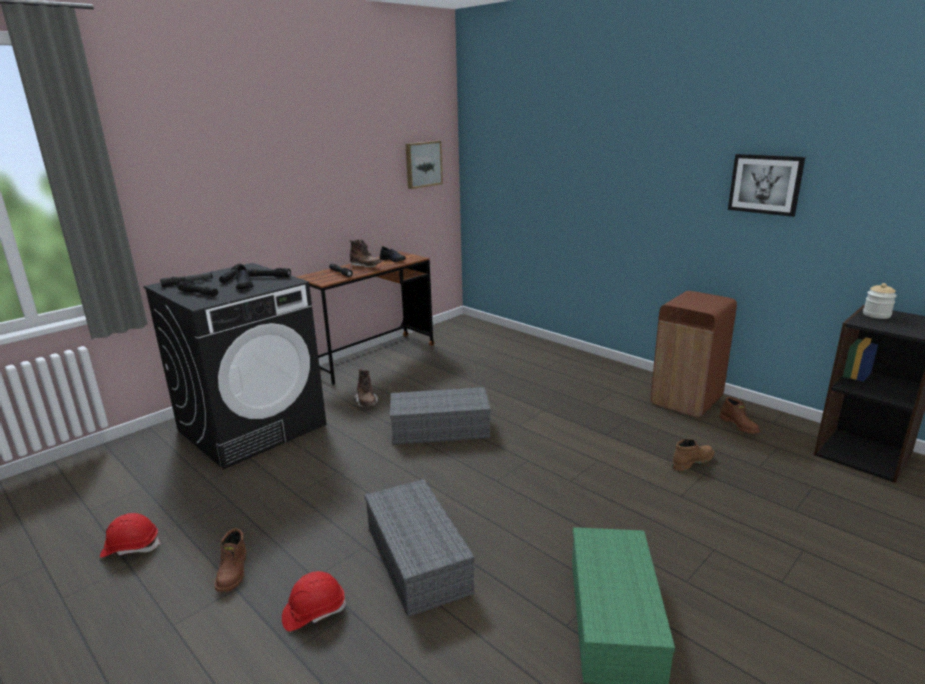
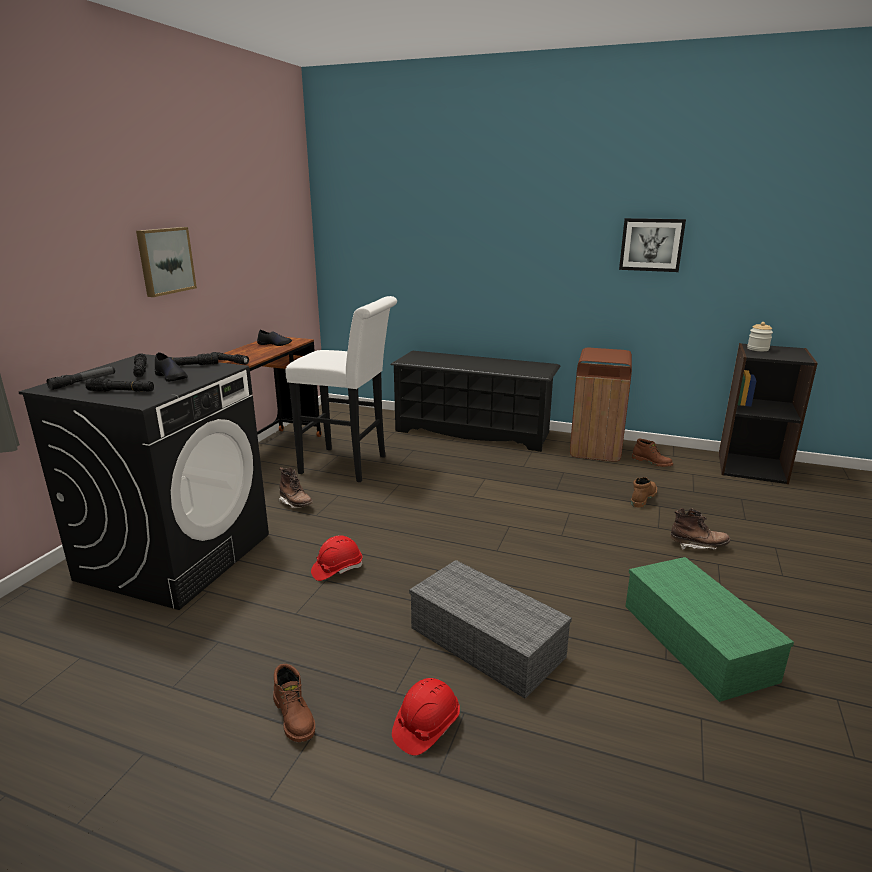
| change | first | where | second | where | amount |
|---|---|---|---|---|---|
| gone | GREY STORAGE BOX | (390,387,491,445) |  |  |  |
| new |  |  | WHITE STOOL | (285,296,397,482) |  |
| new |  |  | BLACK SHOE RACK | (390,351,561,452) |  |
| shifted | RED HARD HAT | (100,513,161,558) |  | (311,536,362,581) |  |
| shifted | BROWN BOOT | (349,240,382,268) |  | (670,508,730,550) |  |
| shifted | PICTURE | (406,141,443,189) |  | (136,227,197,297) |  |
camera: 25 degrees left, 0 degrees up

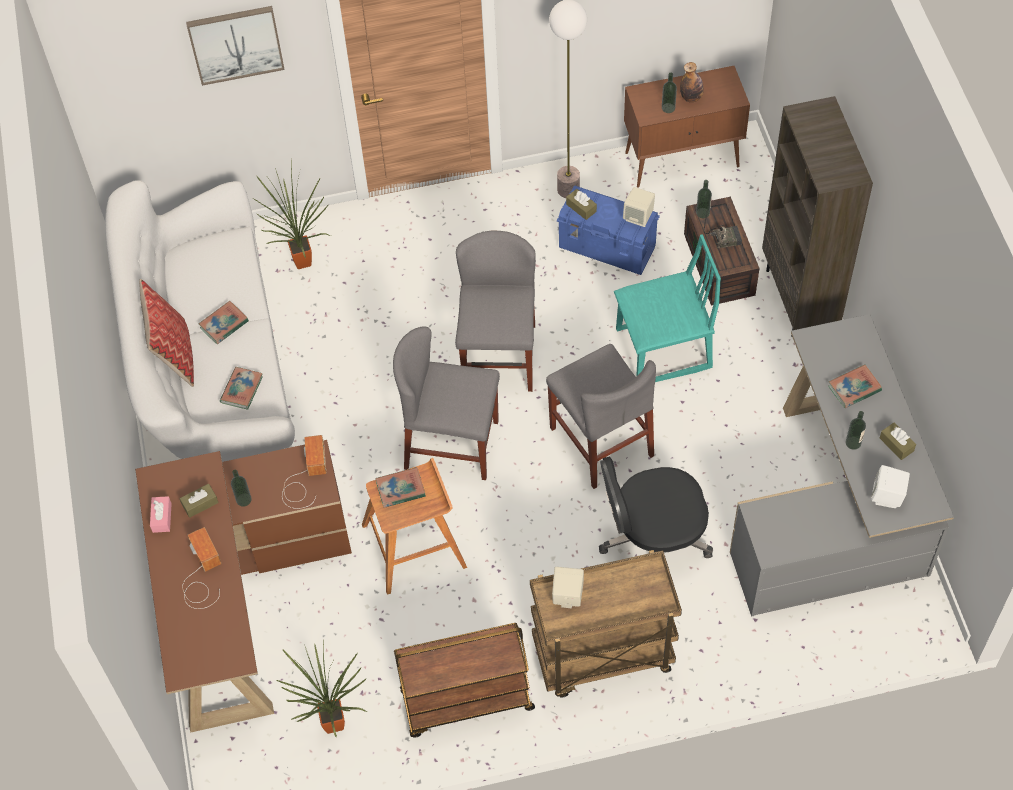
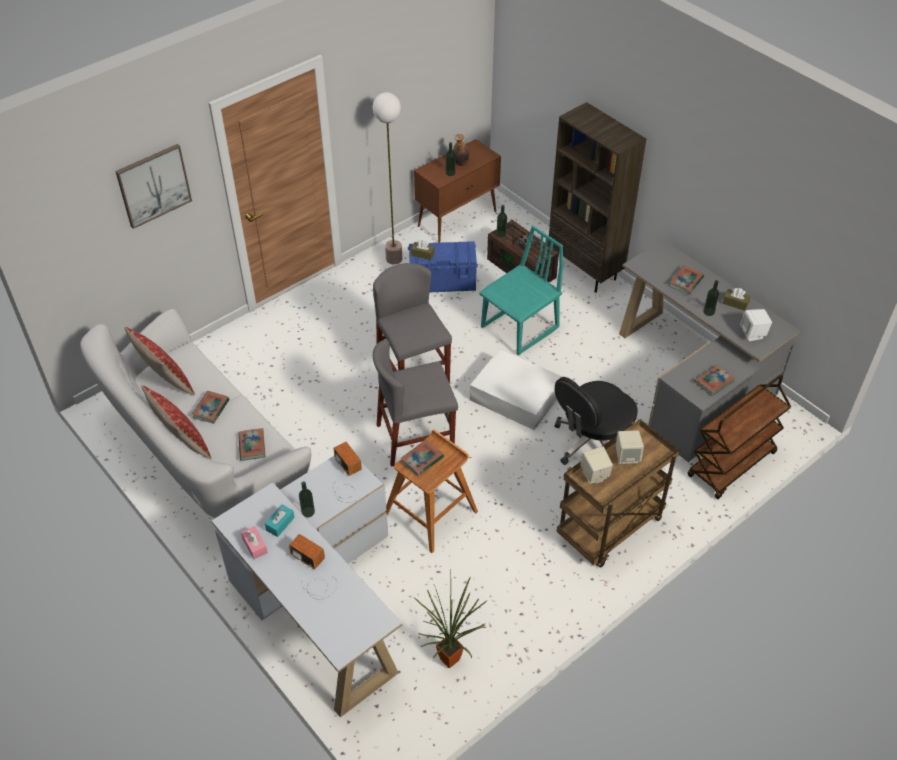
| change | first | where | second | where | amount |
|---|---|---|---|---|---|
| gone | POTTED PLANT | (253,158,331,269) |  |  |  |
| new |  |  | PILLOW | (125,327,195,395) |  |
| new |  |  | BOOK | (694,365,735,396) |  |
| shifted | BROWN CART | (394,623,535,737) |  | (687,375,791,499) |  |
| shifted | BEIGE SPEAKER | (623,187,655,227) |  | (616,430,644,464) |  |
| swapped | GREY CHAIR | (546,344,656,489) | WHITE STORAGE BOX | (470,349,563,430) |  |
| repainted | BROWN DESK | (135,440,352,733) | WHITE DESK | (211,456,402,717) |  |
| repainted | BROWN TISSUE BOX | (180,483,219,518) | TURQUOISE TISSUE BOX | (265,504,295,537) |  |
camera: 30 degrees left, 10 degrees down

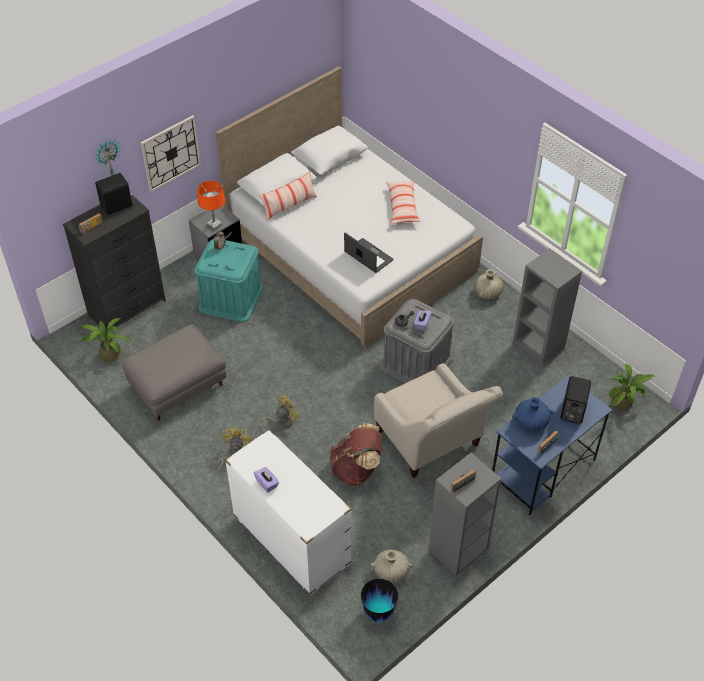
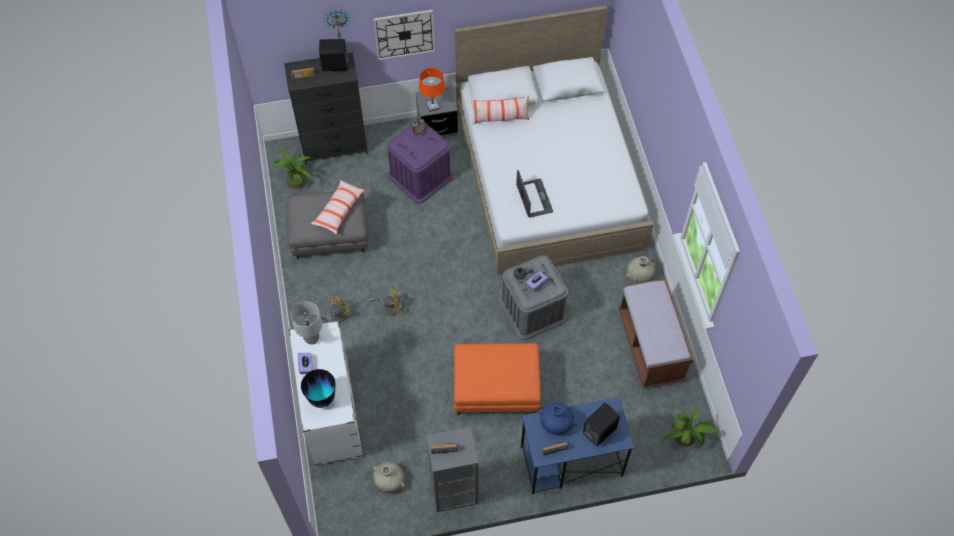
| change | first | where | second | where | amount |
|---|---|---|---|---|---|
| gone | BROWN BACKPACK | (330,423,382,486) |  |  |  |
| new |  |  | GREY TABLE LAMP | (291,301,322,345) |  |
| shifted | VASE | (361,579,398,622) |  | (301,369,336,408) |  |
| shifted | PILLOW | (386,181,421,224) |  | (311,180,366,234) |  |
| swapped | BEIGE ARMCHAIR | (374,363,503,478) | ORANGE OTTOMAN | (454,343,541,415) |  |
| swapped | GREY BOOKCASE | (513,249,582,365) | BROWN BENCH | (618,278,693,388) |  |
| repainted | TURQUOISE STORAGE BOX | (195,239,263,322) | PURPLE STORAGE BOX | (387,121,453,203) |  |
camera: 30 degrees right, 10 degrees up

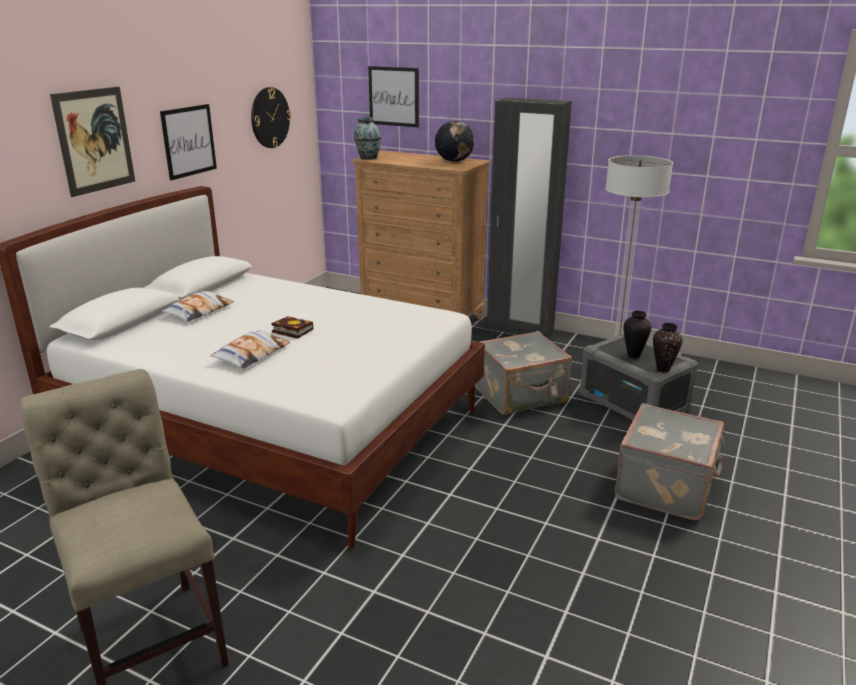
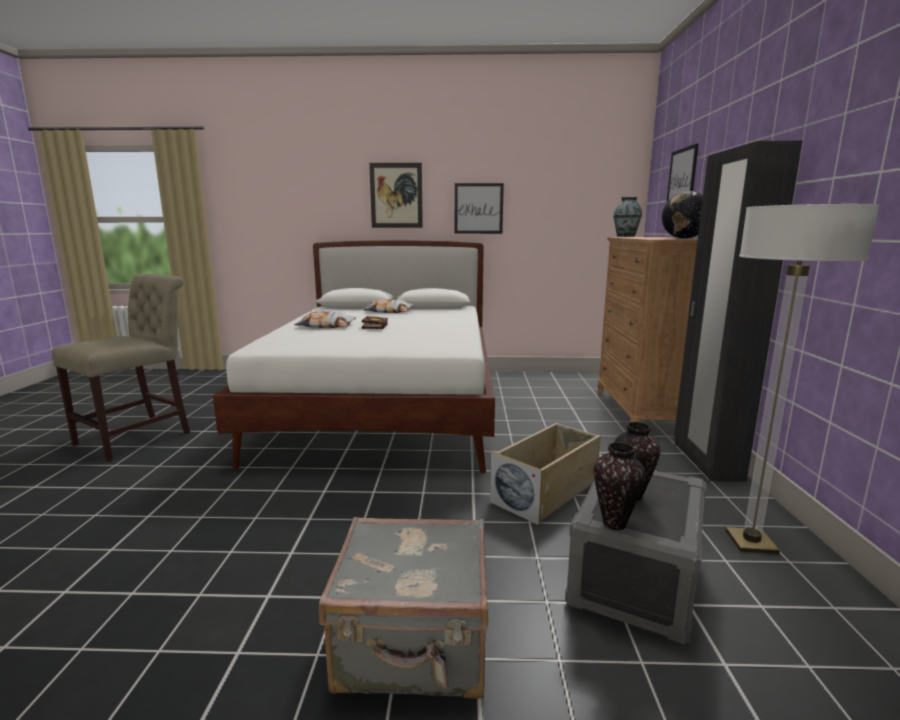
| change | first | where | second | where | amount |
|---|---|---|---|---|---|
| gone | WALL CLOCK | (251,87,291,148) |  |  |  |
| swapped | GREY SUITCASE | (475,331,572,415) | BEIGE STORAGE BOX | (490,423,601,525) |  |
camera: 65 degrees right, 10 degrees down

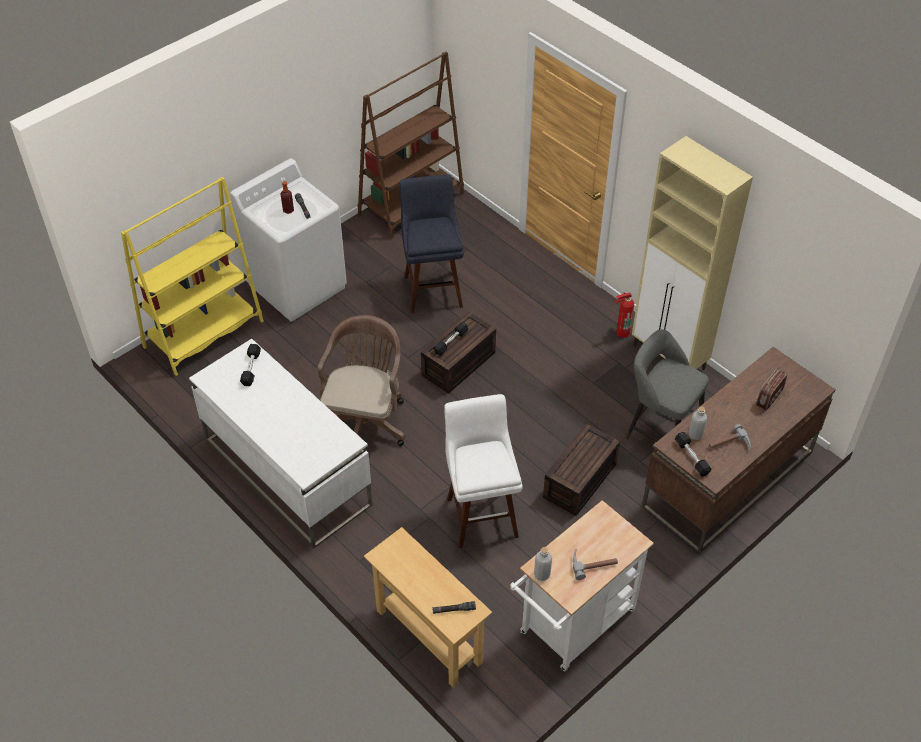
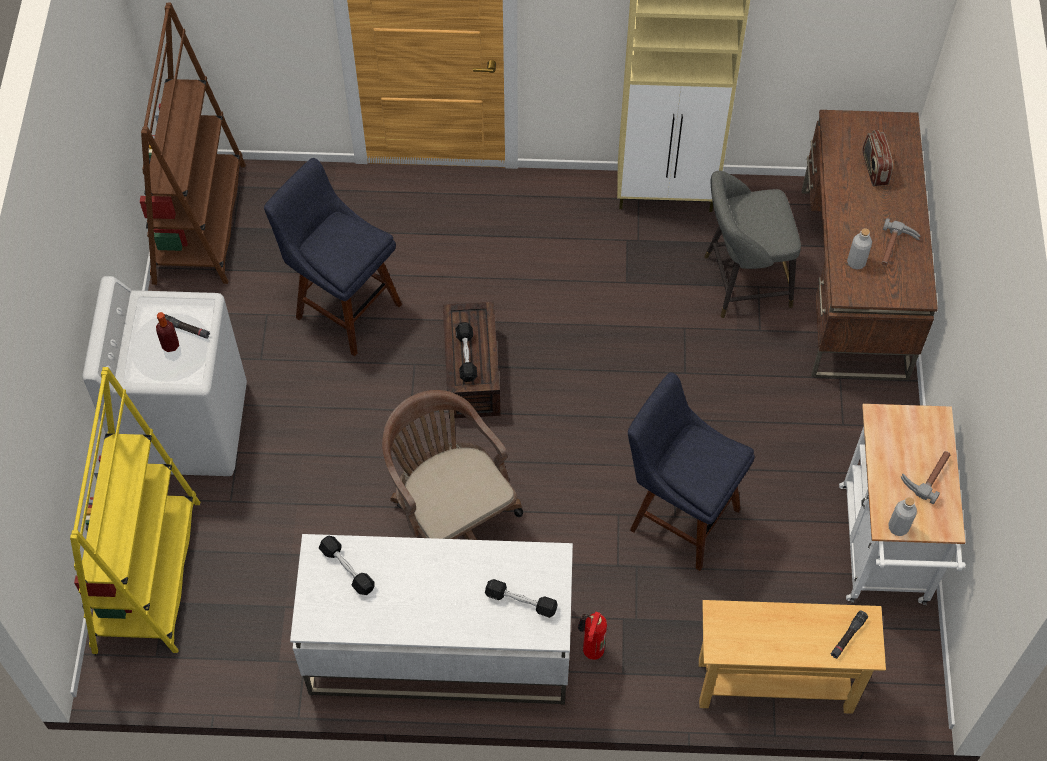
| change | first | where | second | where | amount |
|---|---|---|---|---|---|
| gone | BROWN STORAGE BOX | (543,424,620,516) |  |  |  |
| shifted | FIRE EXTINGUISHER | (615,292,634,338) |  | (578,612,607,660) |  |
| shifted | BLACK DUMBBELL | (675,432,712,477) |  | (485,579,558,618) |  |
| repainted | WHITE STOOL | (444,394,522,548) | BLUE STOOL | (628,372,755,571) |  |
camera: 45 degrees left, 10 degrees up

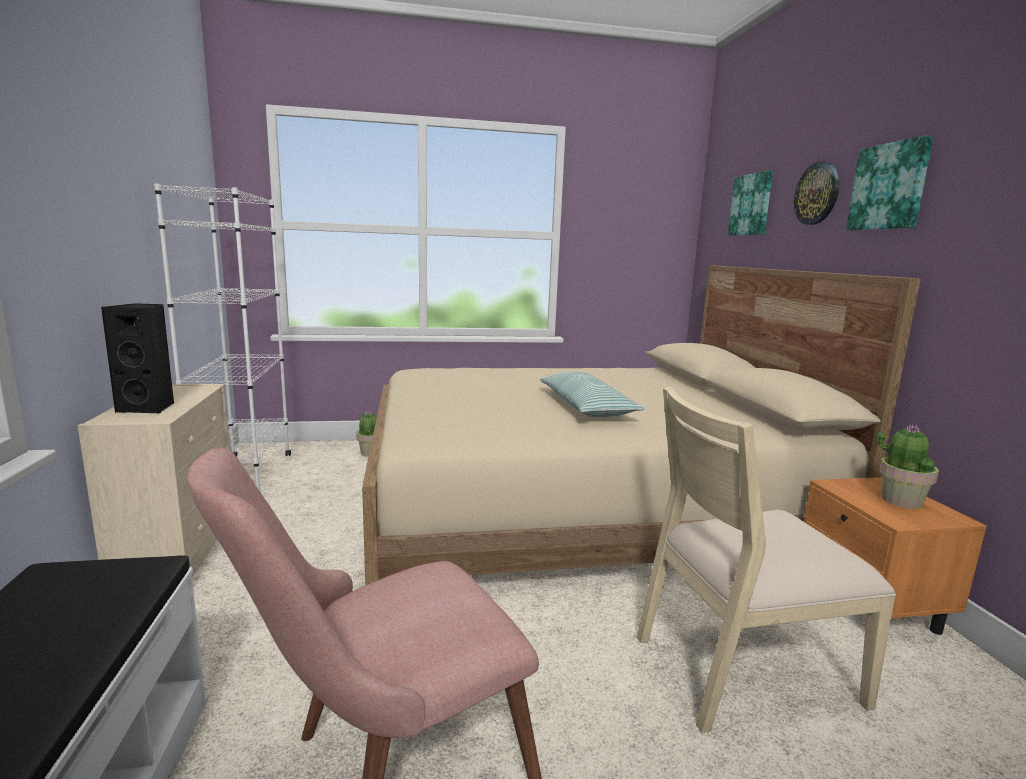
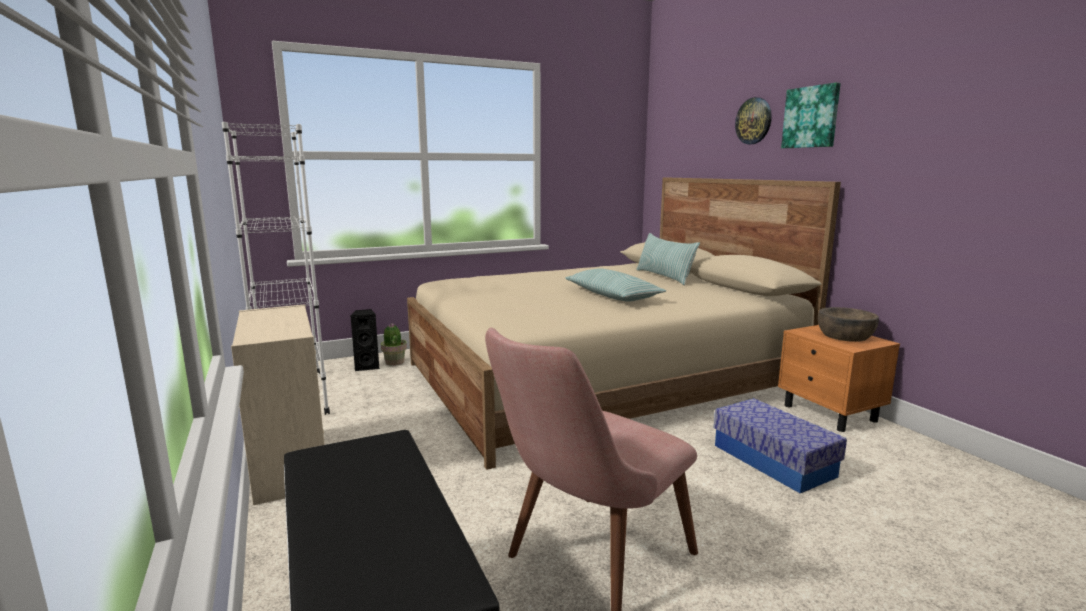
| change | first | where | second | where | amount |
|---|---|---|---|---|---|
| gone | PICTURE | (728,170,773,235) |  |  |  |
| new |  |  | PILLOW | (636,233,700,285) |  |
| shifted | BLACK SPEAKER | (100,303,175,414) |  | (350,309,380,371) |  |
| swapped | BEIGE CHAIR | (637,386,896,733) | STORAGE BOX | (714,398,847,493) |  |
| swapped | POTTED PLANT | (876,424,939,509) | BROWN BOWL | (818,307,879,342) |  |
camera: 15 degrees left, 0 degrees up

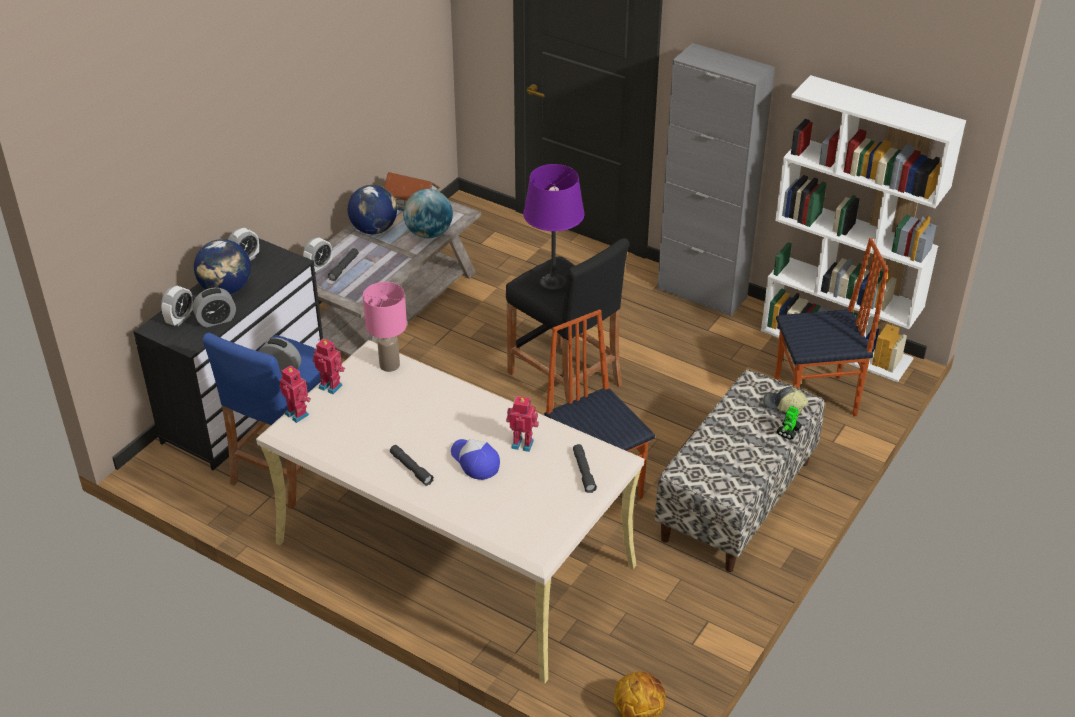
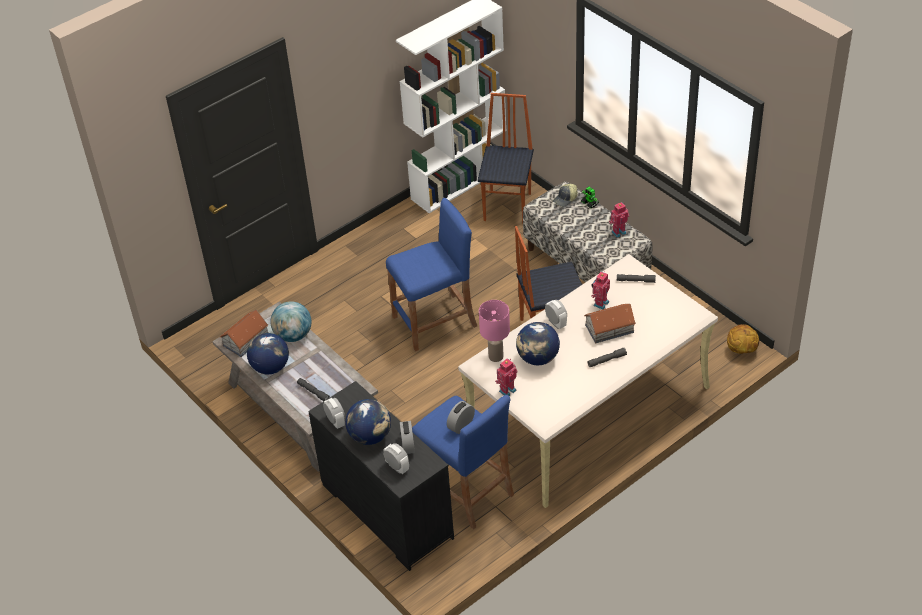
| change | first | where | second | where | amount |
|---|---|---|---|---|---|
| gone | PURPLE TABLE LAMP | (523,164,584,290) |  |  |  |
| gone | GREY CABINET | (657,43,775,317) |  |  |  |
| new |  |  | GLOBE | (516,322,560,365) |  |
| shifted | TOY ROBOT | (279,365,311,423) |  | (609,202,629,238) |  |
| shifted | ALARM CLOCK | (303,237,332,274) |  | (545,300,567,329) |  |
| swapped | CAP | (451,439,500,480) | TOY HOUSE | (584,304,636,343) |  |
| repainted | BLACK STOOL | (506,238,629,403) | BLUE STOOL | (386,198,477,352) |  |
camera: 70 degrees left, 5 degrees up

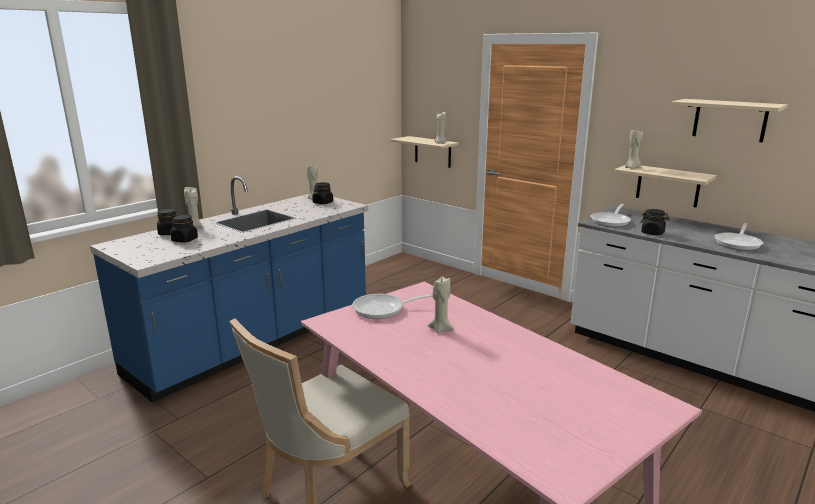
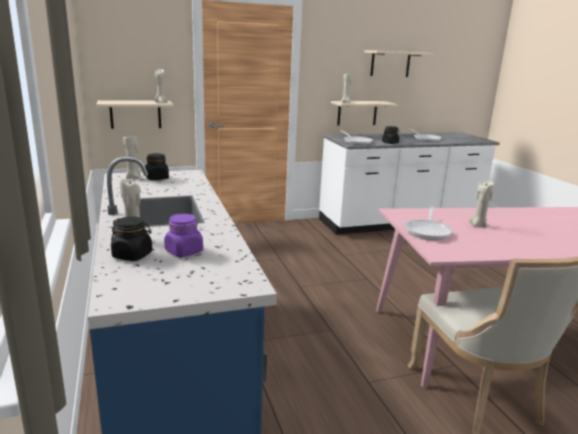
| change | first | where | second | where | amount |
|---|---|---|---|---|---|
| repainted | BLACK JAR | (170,215,198,242) | PURPLE JAR | (164,214,203,257) |  |
camera: 60 degrees left, 0 degrees up

